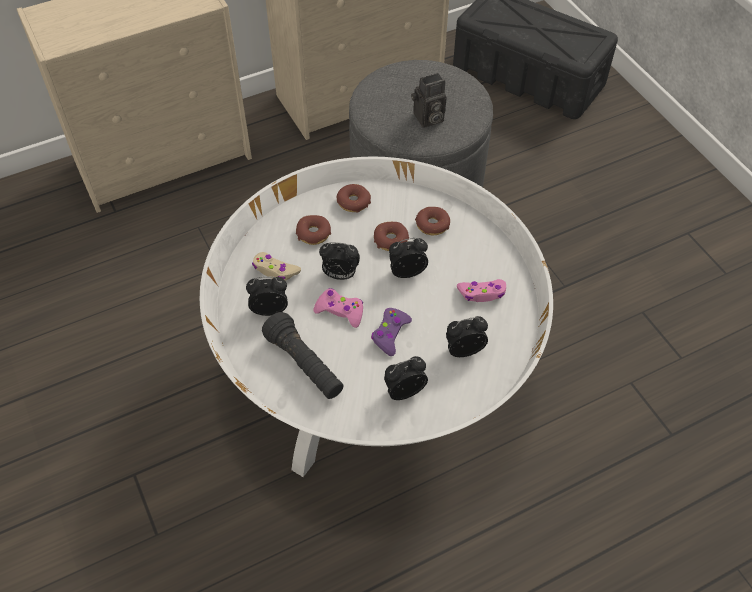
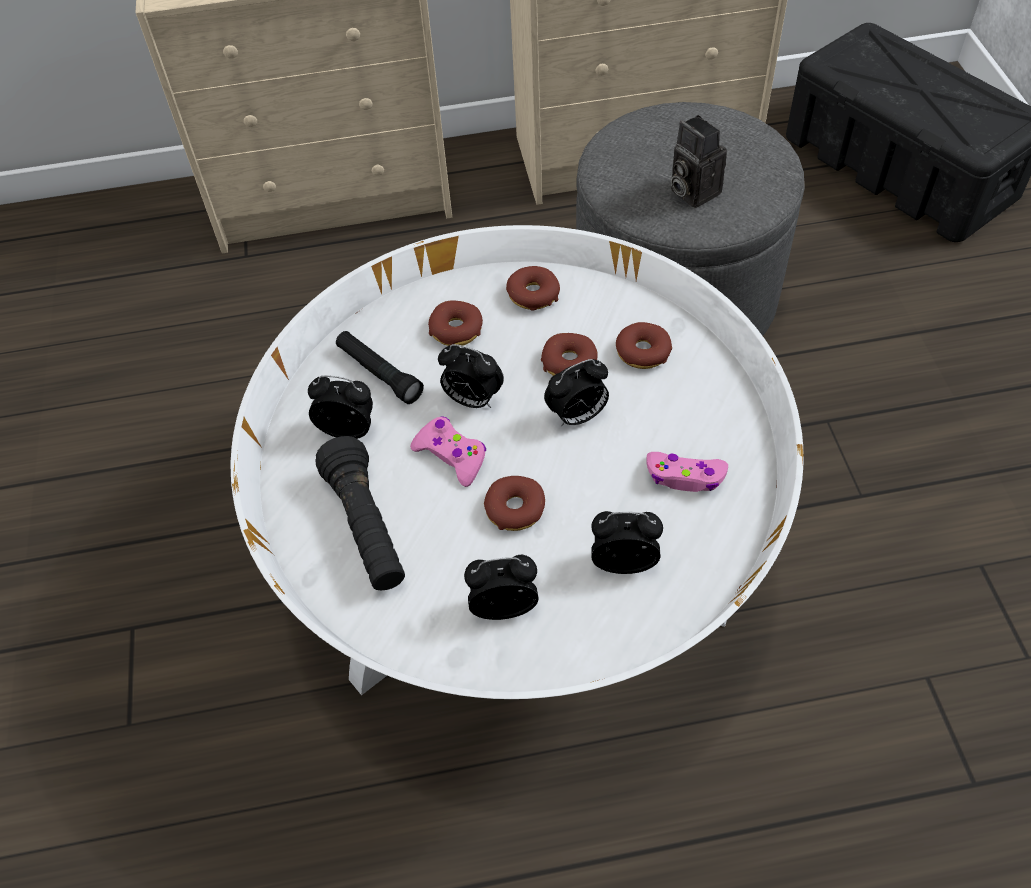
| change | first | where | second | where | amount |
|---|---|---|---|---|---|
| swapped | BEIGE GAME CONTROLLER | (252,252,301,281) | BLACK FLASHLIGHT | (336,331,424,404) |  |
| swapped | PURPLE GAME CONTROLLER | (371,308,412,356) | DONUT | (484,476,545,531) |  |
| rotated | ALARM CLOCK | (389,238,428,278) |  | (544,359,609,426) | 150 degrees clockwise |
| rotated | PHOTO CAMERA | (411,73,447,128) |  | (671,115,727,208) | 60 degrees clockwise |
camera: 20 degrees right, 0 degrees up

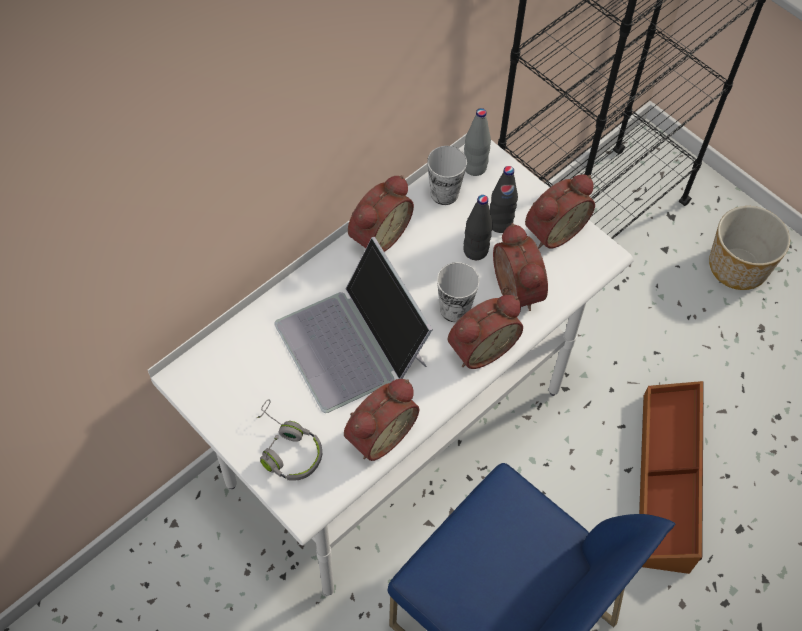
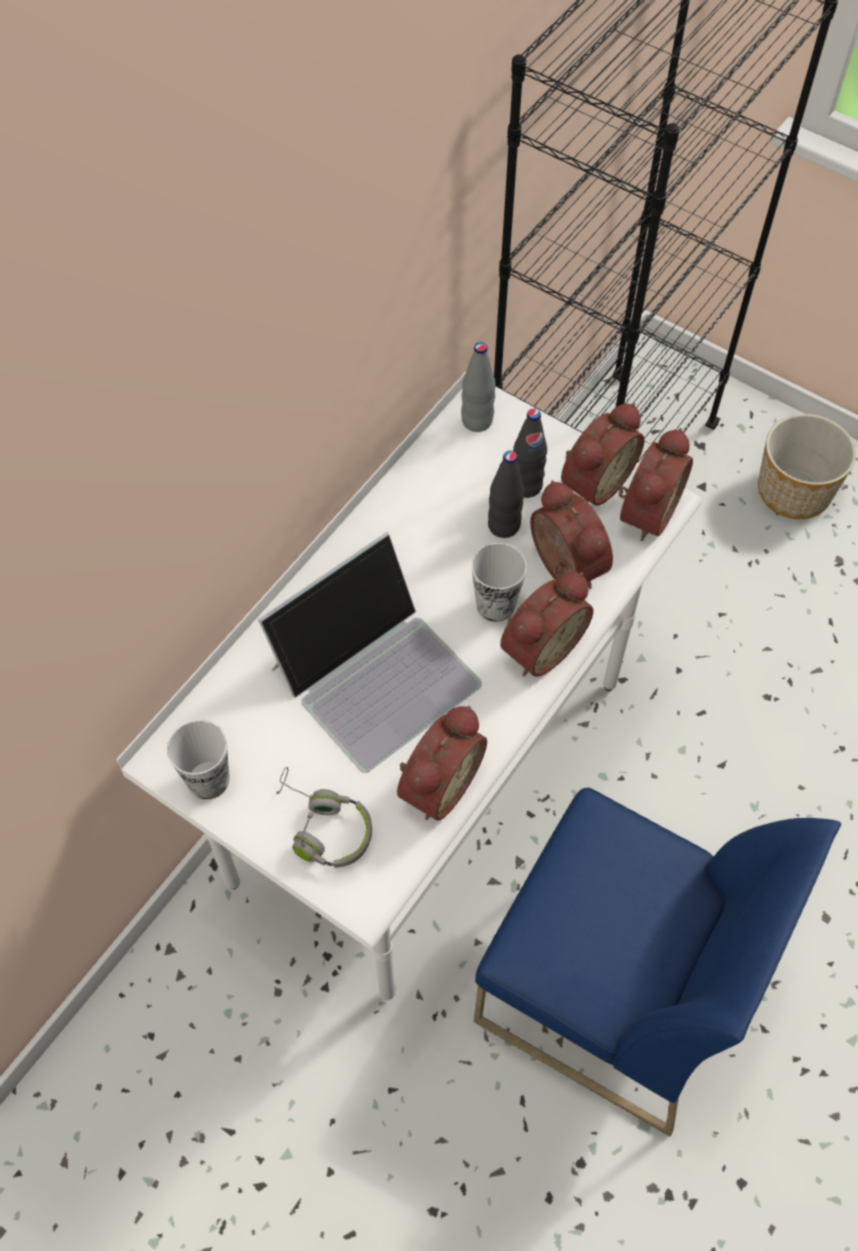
| change | first | where | second | where | amount |
|---|---|---|---|---|---|
| gone | BROWN STORAGE BOX | (639,381,704,574) |  |  |  |
| shifted | ALARM CLOCK | (348,175,414,252) |  | (618,428,693,541) |  |
| shifted | CUP | (427,146,467,205) |  | (167,720,229,799) |  |
| rotated | LAPTOP | (274,237,433,413) |  | (258,532,482,773) | 90 degrees counterclockwise |
camera: 10 degrees left, 0 degrees up

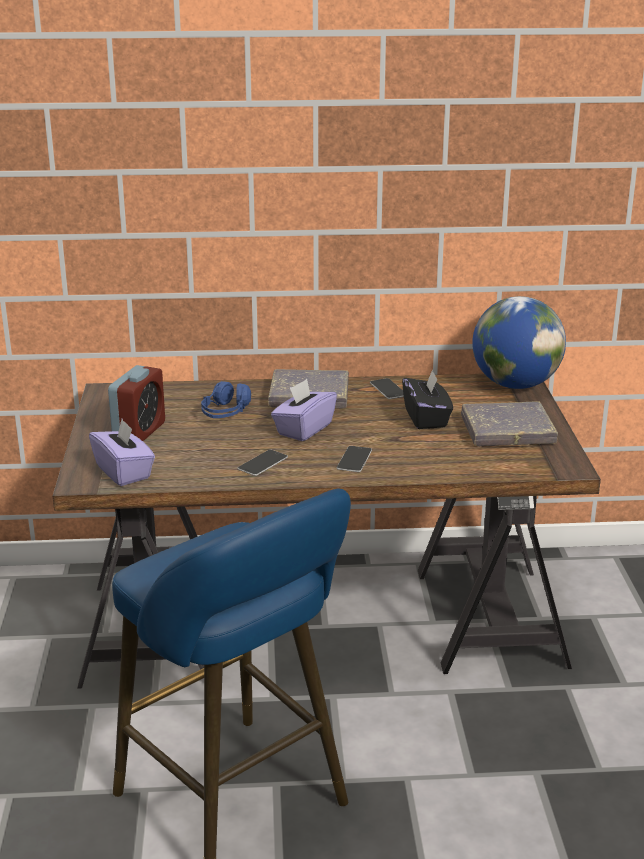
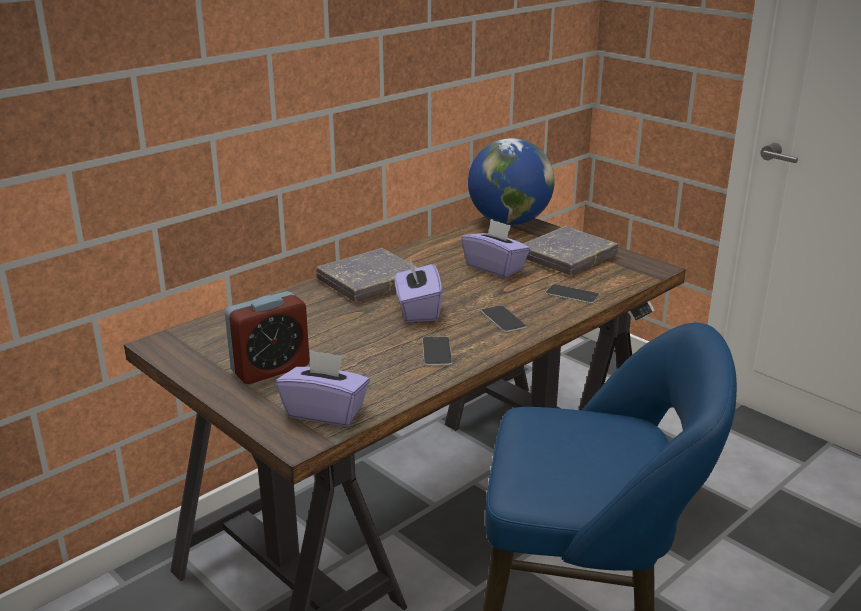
| change | first | where | second | where | amount |
|---|---|---|---|---|---|
| gone | BLUE HEADPHONES | (201,381,251,418) |  |  |  |
| shifted | PHONE | (370,378,404,399) |  | (545,284,600,304) |  |
| repainted | BLACK TISSUE BOX | (402,369,453,429) | PURPLE TISSUE BOX | (461,219,530,278) |  |
| rotated | ALARM CLOCK | (108,365,165,441) |  | (225,291,310,384) | 75 degrees clockwise |
camera: 40 degrees left, 0 degrees up

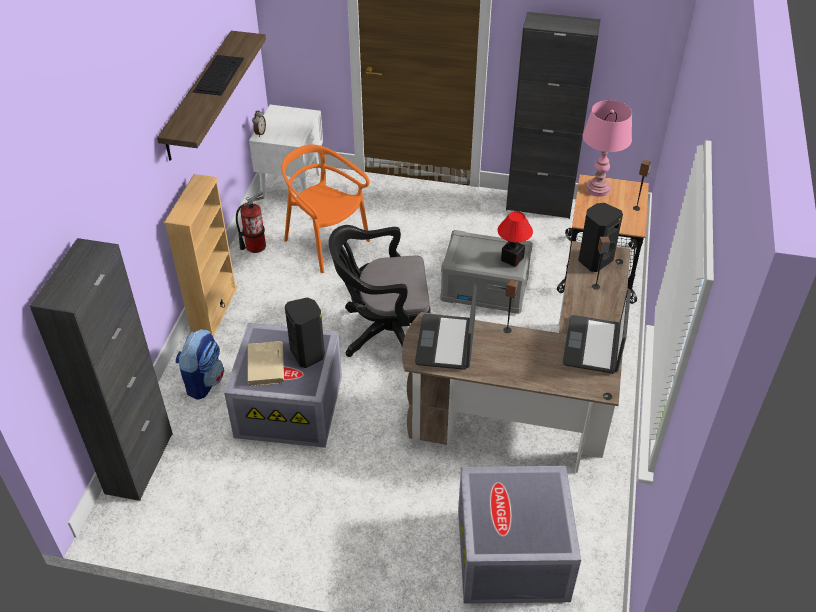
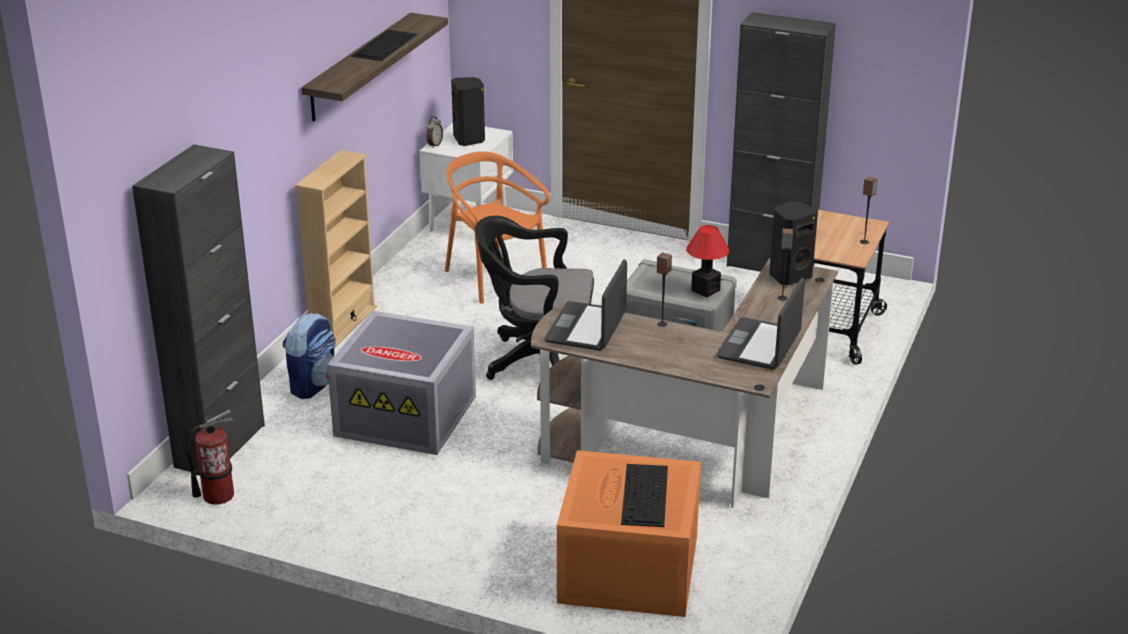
| change | first | where | second | where | amount |
|---|---|---|---|---|---|
| gone | BEIGE BOOK | (248,341,284,386) |  |  |  |
| gone | PINK TABLE LAMP | (583,100,632,197) |  |  |  |
| new |  |  | KEYBOARD | (621,464,668,527) |  |
| shifted | FIRE EXTINGUISHER | (236,192,266,253) |  | (186,410,234,505) |  |
| shifted | BLACK SPEAKER | (285,297,325,368) |  | (451,77,485,146) |  |
| repainted | GREY STORAGE BOX | (458,466,581,604) | ORANGE STORAGE BOX | (557,450,701,617) |  |
camera: 10 degrees right, 15 degrees down

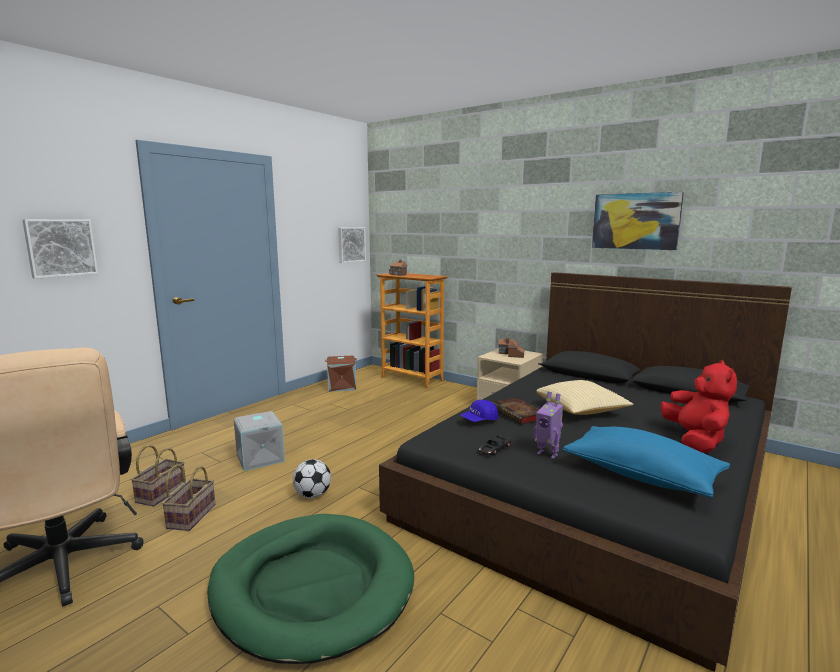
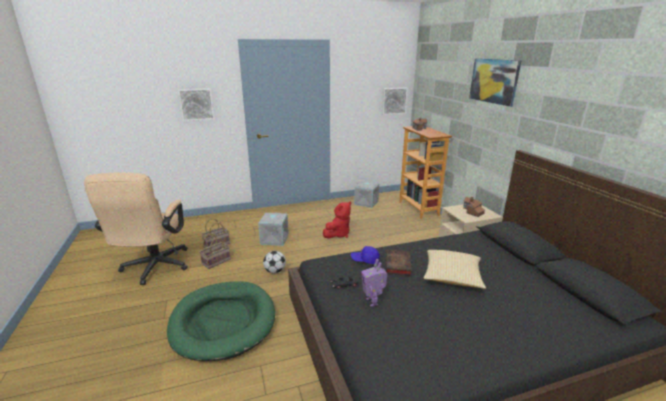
| change | first | where | second | where | amount |
|---|---|---|---|---|---|
| gone | BLUE PILLOW | (562,426,730,498) |  |  |  |
| shifted | PICTURE | (592,192,684,250) |  | (469,58,521,107) |  |
| shifted | RED PLUSH TOY | (661,360,737,453) |  | (323,201,351,238) |  |
| repainted | BROWN STORAGE BOX | (325,356,357,392) | GREY STORAGE BOX | (354,181,379,208) |  |
camera: 35 degrees right, 10 degrees up

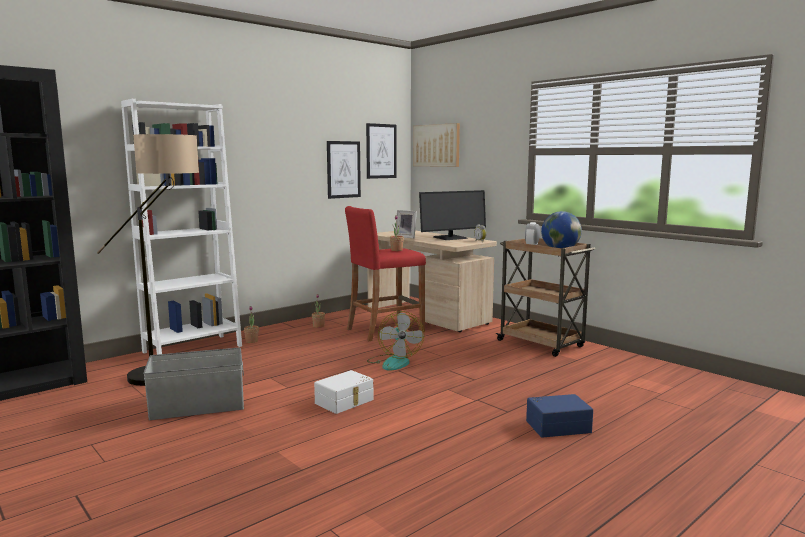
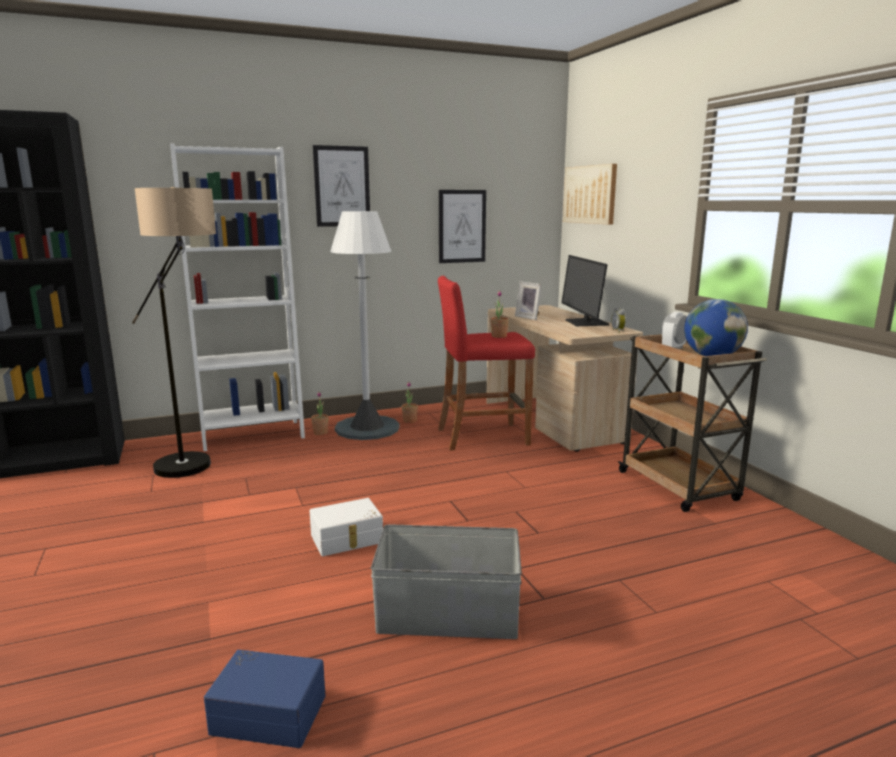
| change | first | where | second | where | amount |
|---|---|---|---|---|---|
| gone | FAN | (367,311,424,371) |  |  |  |
| new |  |  | WHITE FLOOR LAMP | (330,211,400,440) |  |
| shifted | GREY STORAGE BOX | (143,348,244,420) |  | (371,524,522,639) |  |
| shifted | PICTURE | (366,123,397,179) |  | (313,145,370,227) |  |
| shifted | BLUE STORAGE BOX | (526,394,593,438) |  | (204,650,325,748) |  |
| rotated | MONITOR | (419,190,486,240) |  | (562,255,609,326) | 90 degrees clockwise |
camera: 20 degrees right, 5 degrees up

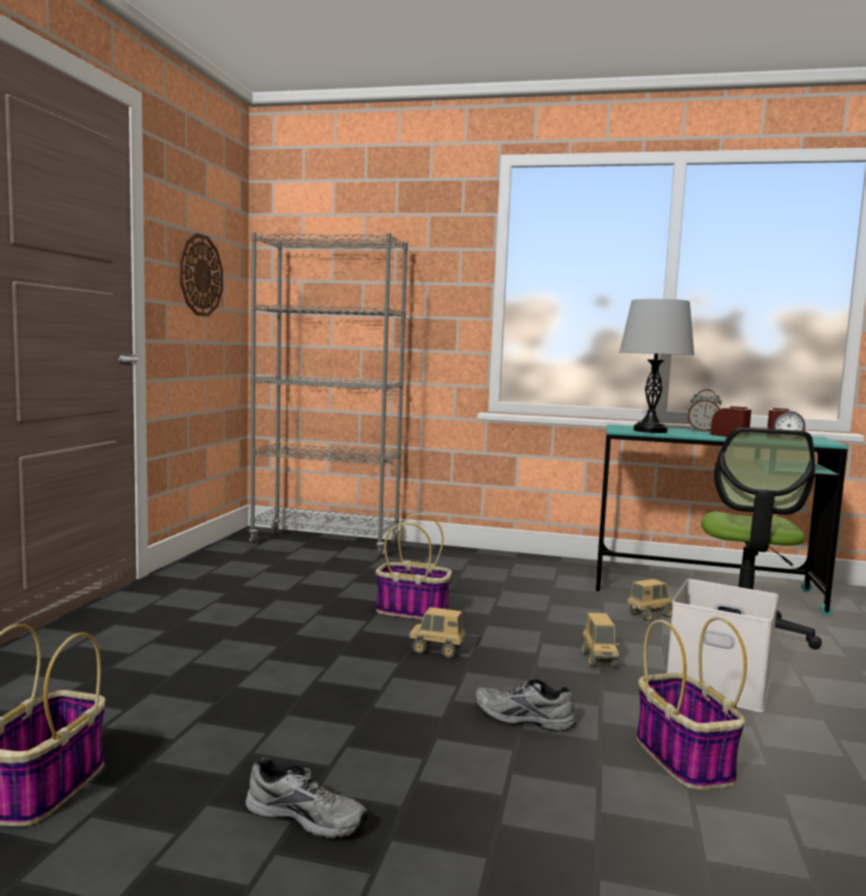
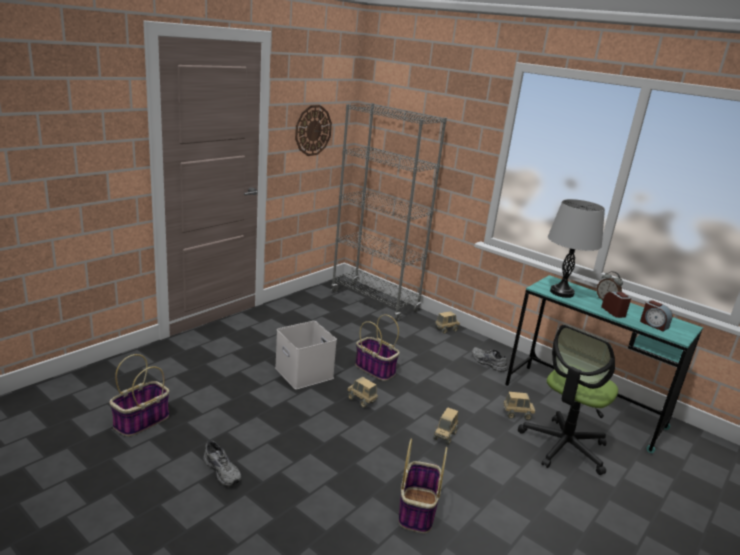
| change | first | where | second | where | amount |
|---|---|---|---|---|---|
| new |  |  | TOY TRUCK | (435,311,460,334) |  |
| shifted | GREY SHOE | (474,679,576,731) |  | (472,347,507,372) |  |
| shifted | WHITE STORAGE BOX | (667,579,778,712) |  | (275,321,337,390) |  |
camera: 25 degrees right, 15 degrees up

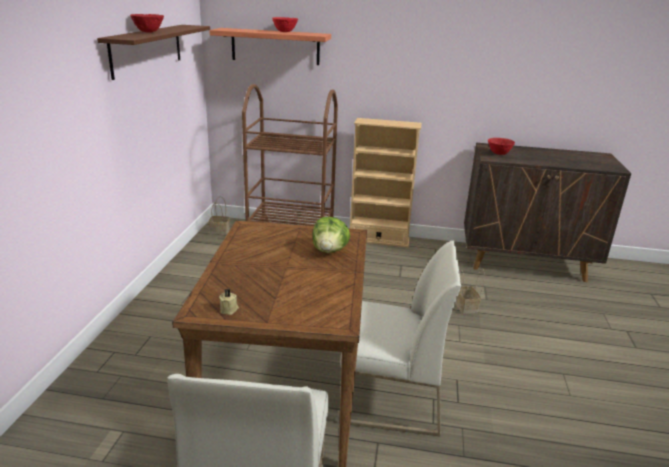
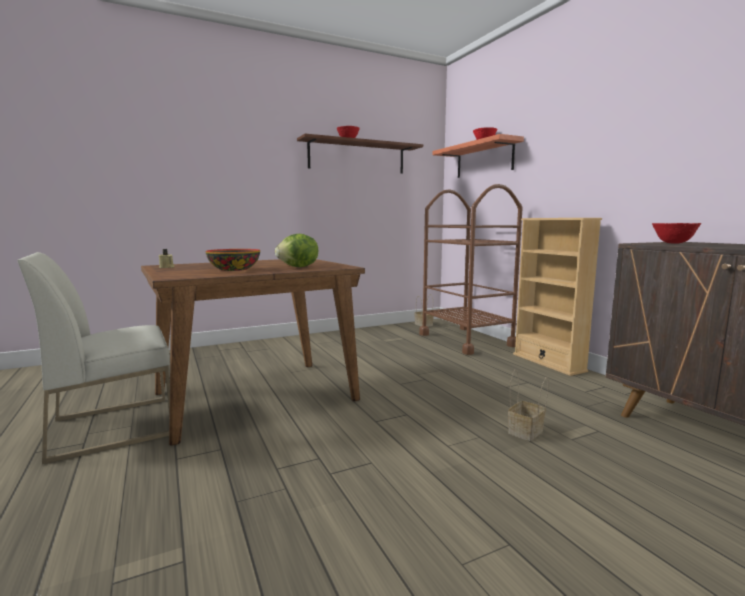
| change | first | where | second | where | amount |
|---|---|---|---|---|---|
| gone | WHITE CHAIR | (339,240,461,437) |  |  |  |
| new |  |  | BOWL | (206,249,260,271) |  |
camera: 55 degrees right, 15 degrees down

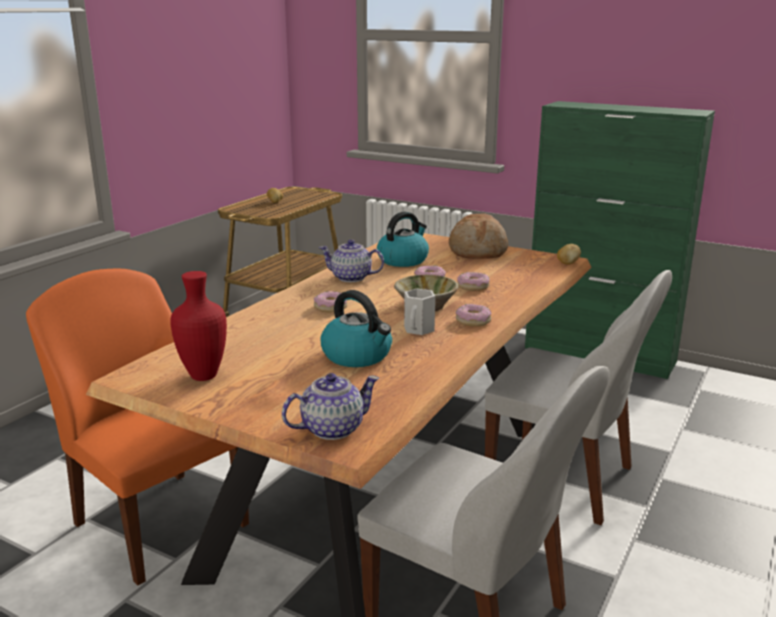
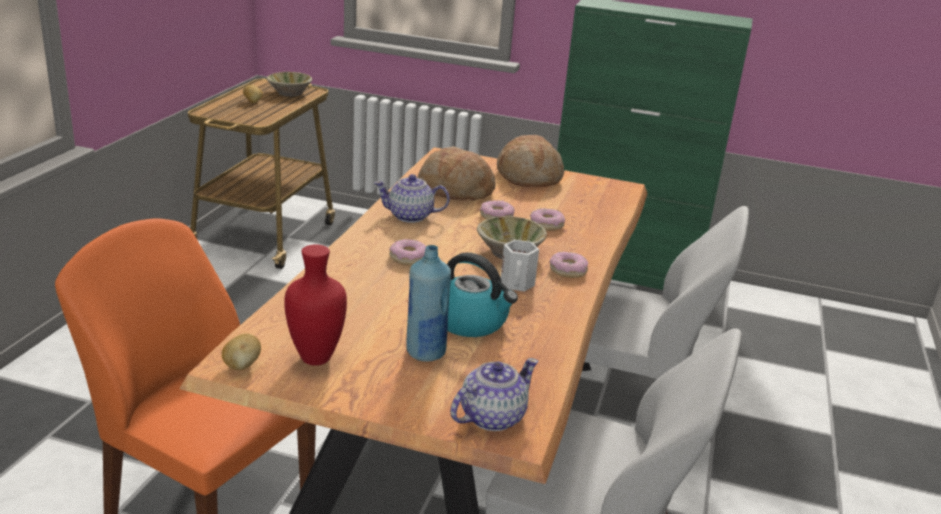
| change | first | where | second | where | amount |
|---|---|---|---|---|---|
| new |  |  | BEIGE BOWL | (267,72,312,97) |  |
| new |  |  | BLUE BOTTLE | (406,245,451,361) |  |
| shifted | POTATO | (557,244,581,265) |  | (222,334,261,370) |  |
| swapped | KETTLE | (377,212,429,267) | BREAD | (417,146,496,200) |  |
camera: 15 degrees left, 5 degrees up

